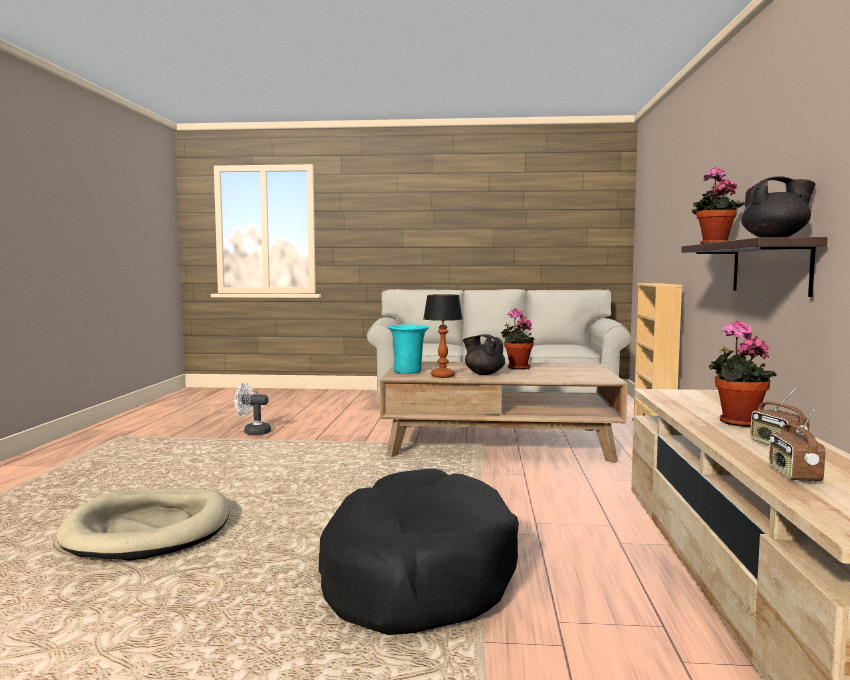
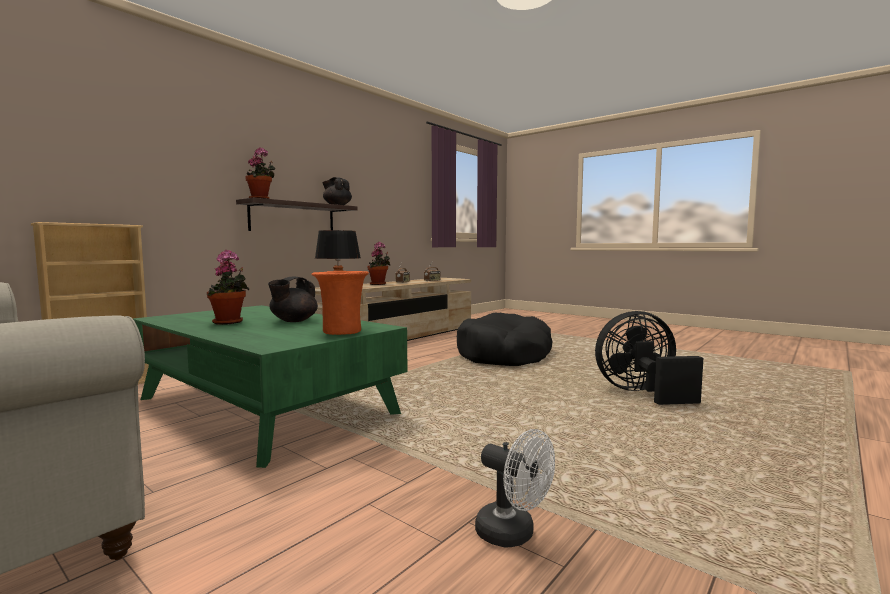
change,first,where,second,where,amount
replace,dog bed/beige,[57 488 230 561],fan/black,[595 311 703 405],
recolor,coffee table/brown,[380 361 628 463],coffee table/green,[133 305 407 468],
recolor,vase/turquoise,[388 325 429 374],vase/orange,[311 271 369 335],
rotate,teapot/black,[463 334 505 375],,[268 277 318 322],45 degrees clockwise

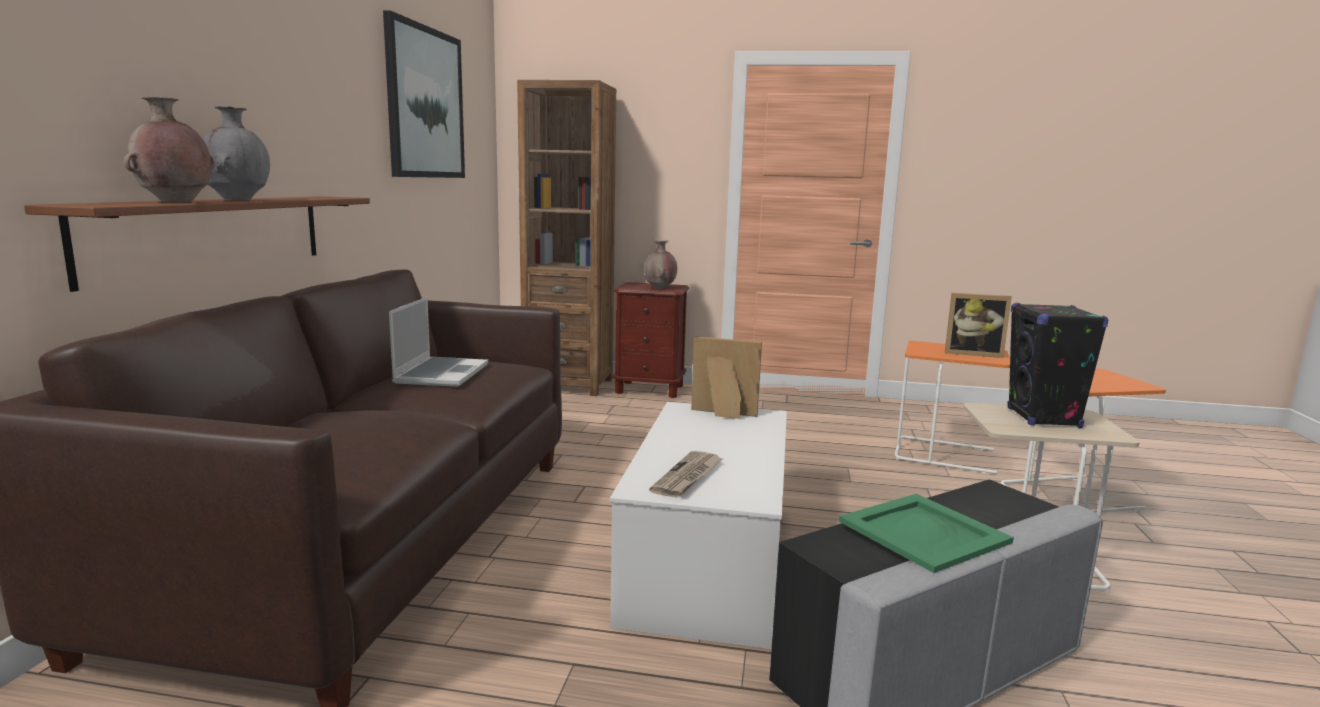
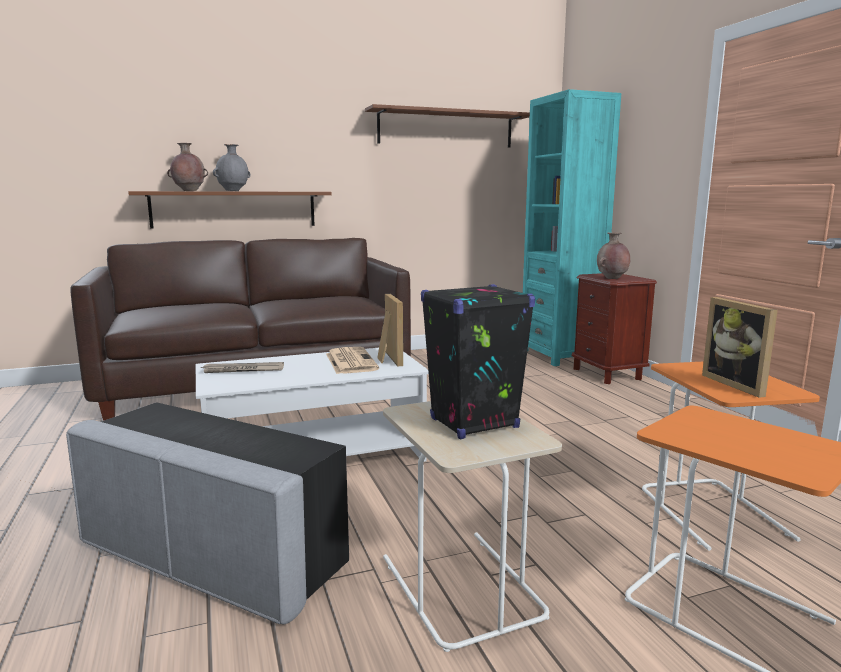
change,first,where,second,where,amount
replace,picture,[383 10 465 178],shelf/brown,[365 104 530 148],
delete,laptop,[389 297 488 387],,,
recolor,bookcase/brown,[517 80 616 396],bookcase/turquoise,[523 89 621 366],
delete,tray/green,[839 494 1014 573],,,
insert,,,newspaper,[326 347 379 374],

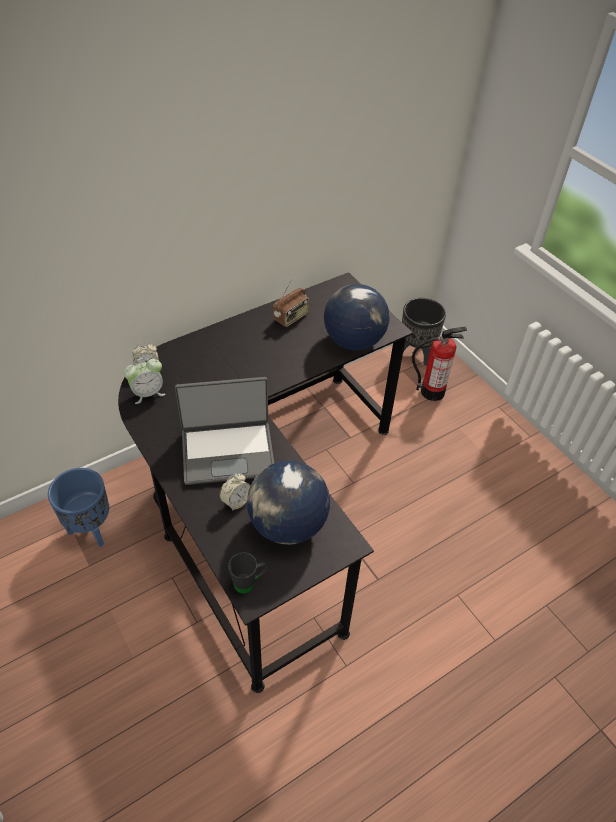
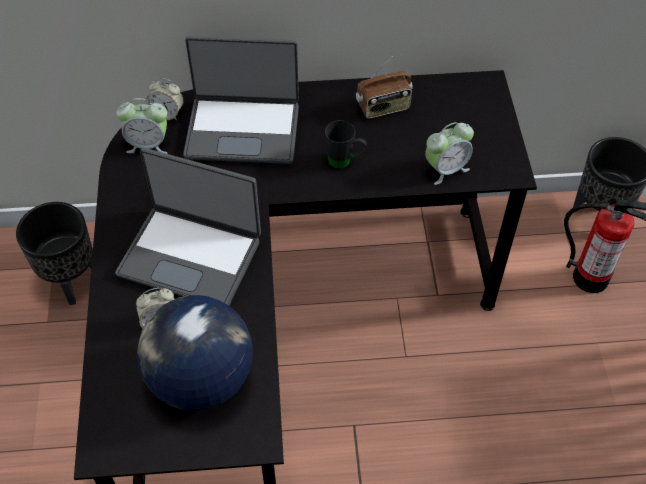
change,first,where,second,where,amount
recolor,planter/blue,[48 468 109 547],planter/black,[16 202 93 305],
move,mug/black,[228 552 268 594],,[325 120 367 169],
replace,globe,[324 284 390 350],alarm clock,[425 122 474 185],
insert,,,laptop,[183 36 299 164],

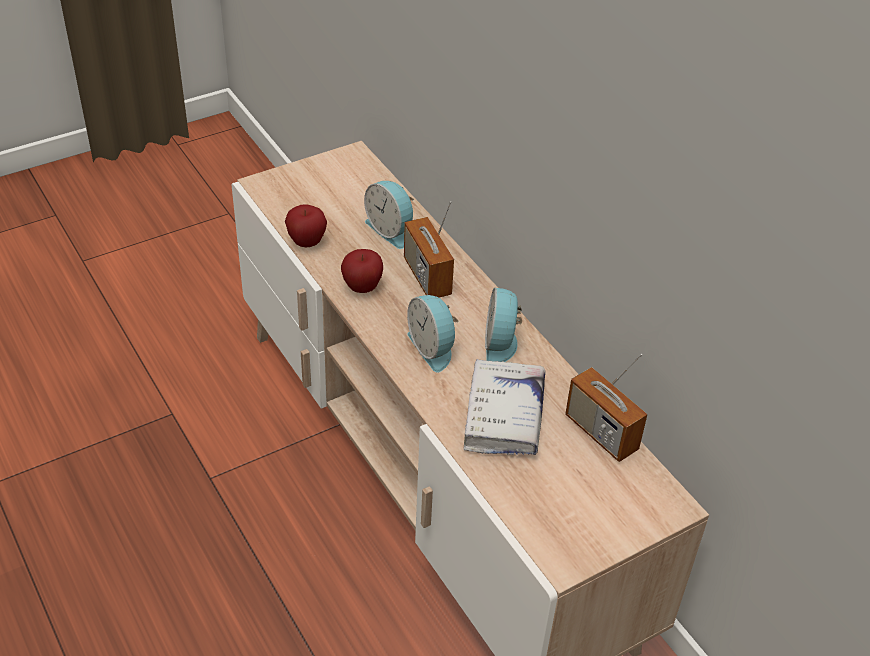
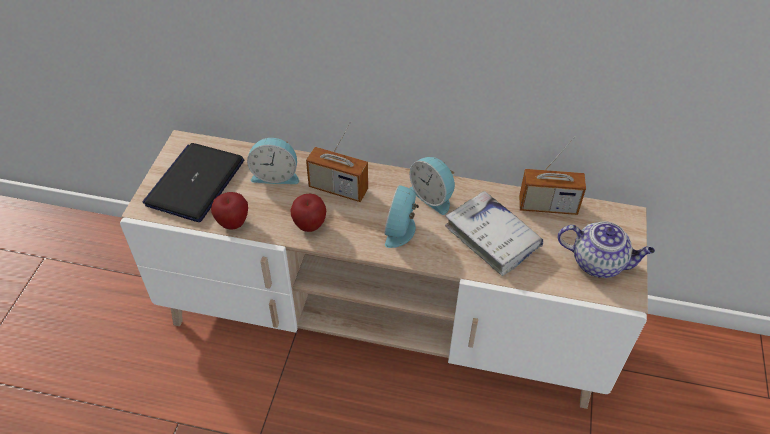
change,first,where,second,where,amount
rotate,alarm clock,[407 295 458 372],,[385 185 419 248],90 degrees clockwise
insert,,,laptop,[142 143 244 222],
insert,,,teapot,[558 222 655 278],

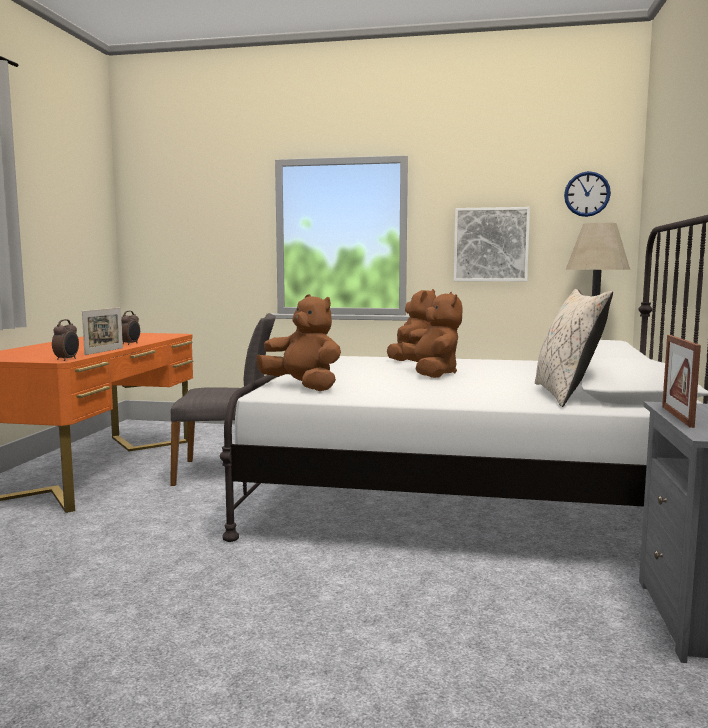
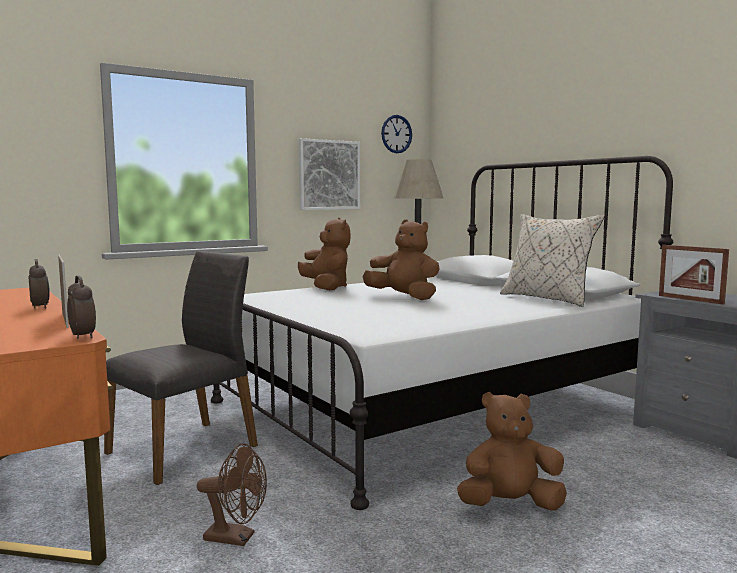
change,first,where,second,where,amount
move,plush toy/brown,[256 294 341 391],,[457 392 567 510],
insert,,,fan/brown,[197 443 267 546],

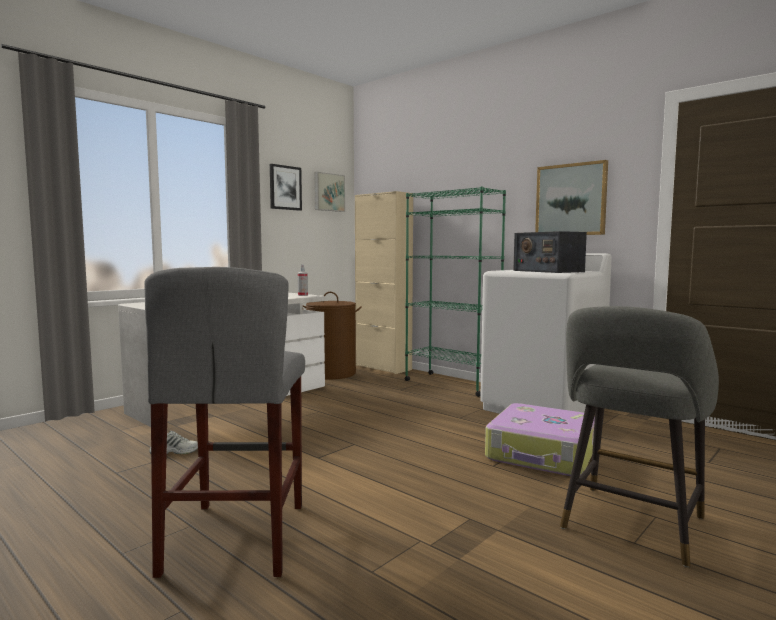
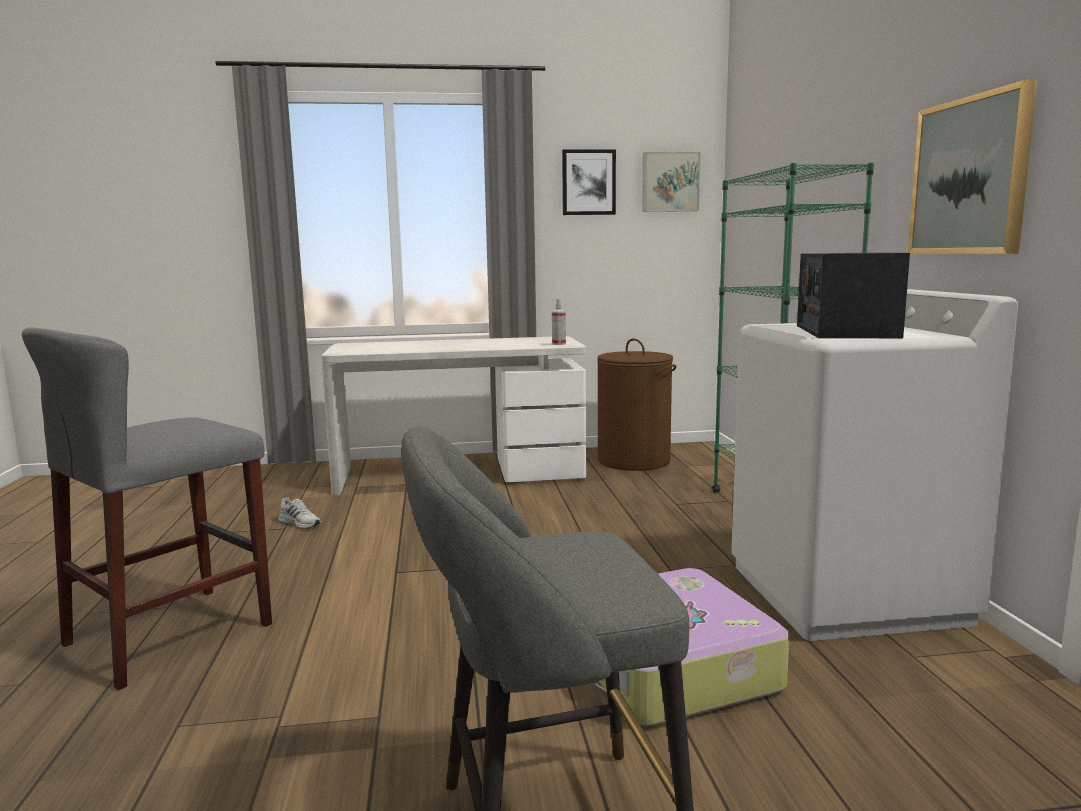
change,first,where,second,where,amount
delete,cabinet/beige,[355 191 413 374],,,

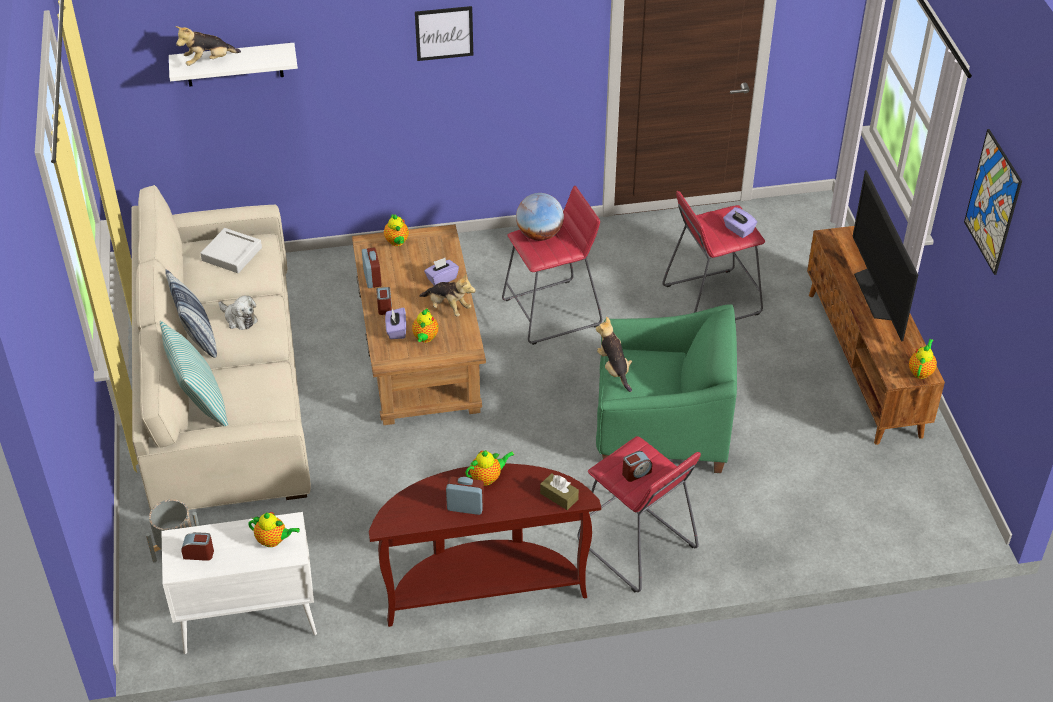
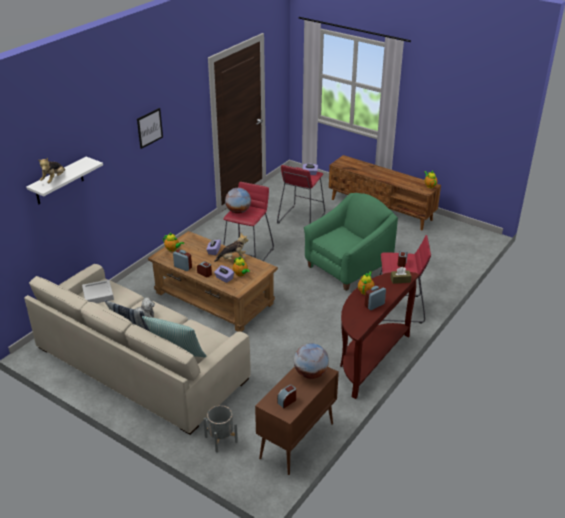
change,first,where,second,where,amount
recolor,cabinet/white,[161 512 317 654],cabinet/brown,[255 366 339 475],
replace,teapot,[248 512 300 547],globe,[294 343 329 379],
delete,plush toy,[596 317 632 392],,,
delete,television,[853 170 918 341],,,
delete,picture,[964 129 1022 275],,,

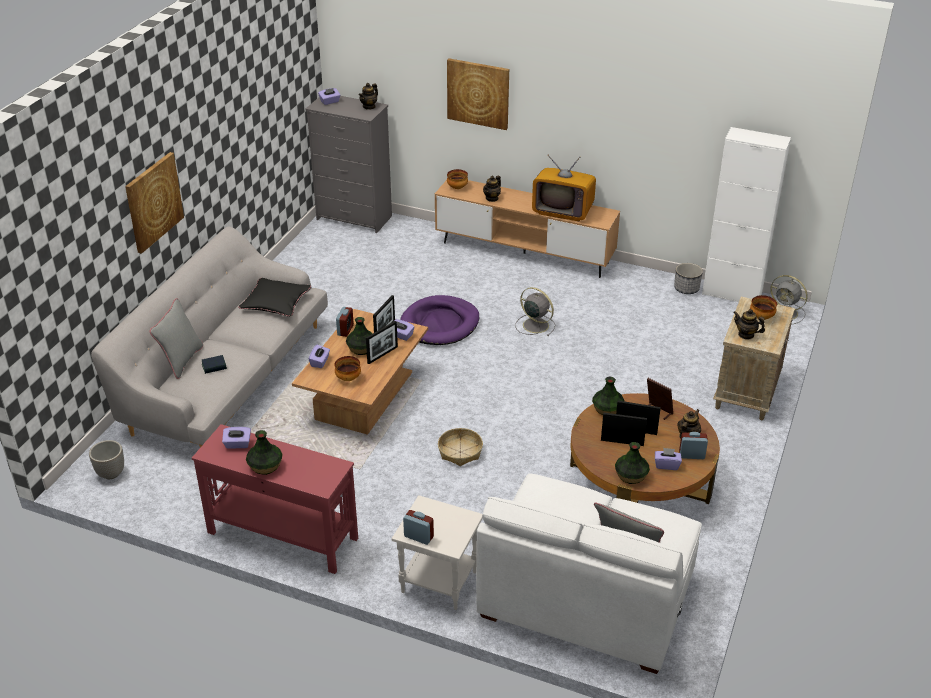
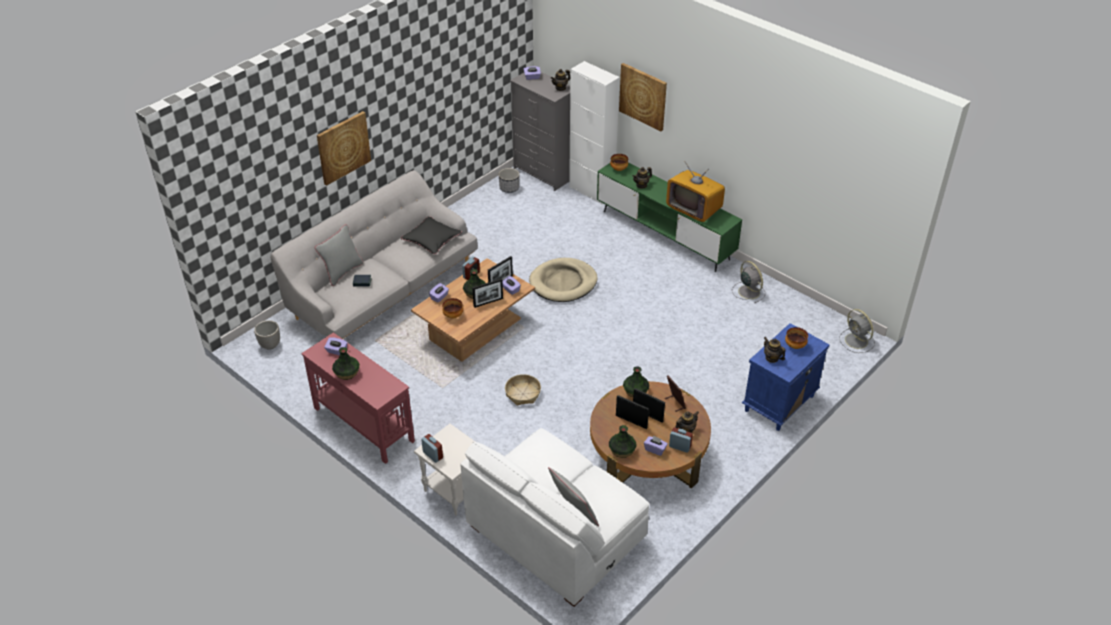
change,first,where,second,where,amount
recolor,dog bed/purple,[400 295 479 345],dog bed/beige,[529 258 598 302],
recolor,tv stand/brown,[435 180 620 278],tv stand/green,[597 162 742 272],
move,fan/grey,[515 287 555 336],,[732 261 765 304],
move,planter,[674 263 703 294],,[499 168 519 193],
move,cabinet/white,[702 127 791 302],,[569 61 620 205],
recolor,nightstand/beige,[713 297 795 420],nightstand/blue,[742 323 830 431],

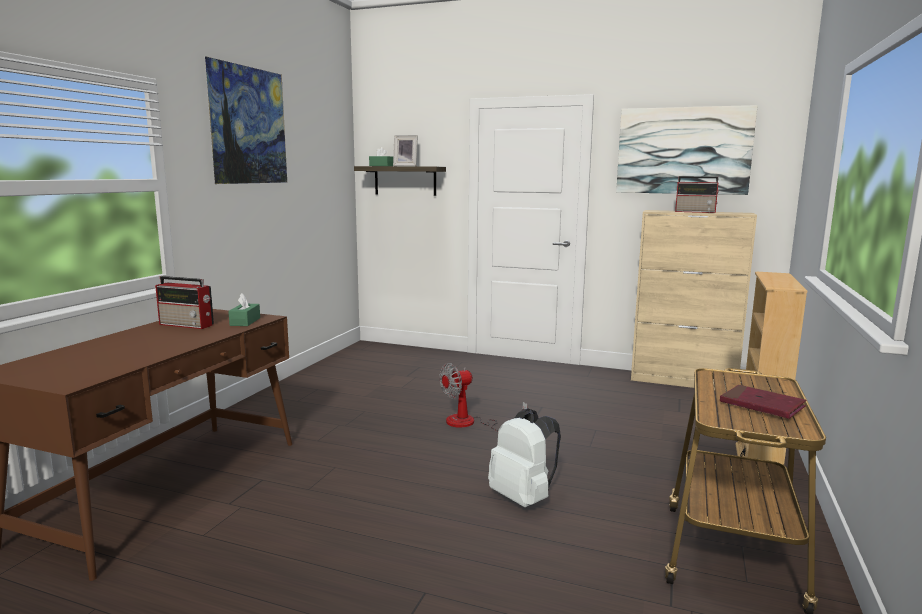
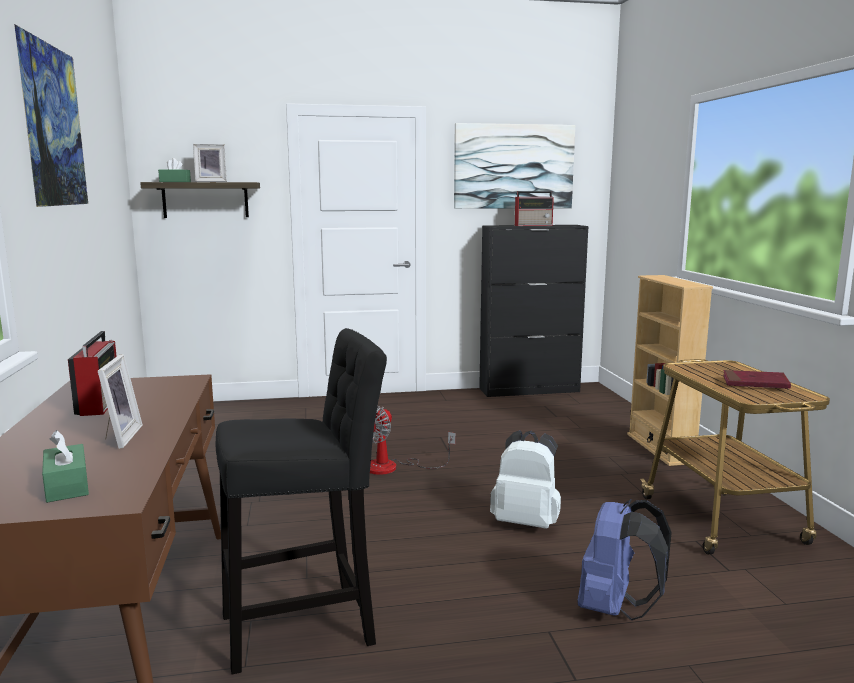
change,first,where,second,where,amount
rotate,radio,[155 276 214 329],,[68 331 117 416],90 degrees counterclockwise
move,tissue box/green,[228 293 260 326],,[42 430 89 503],
recolor,cabinet/beige,[631 210 757 390],cabinet/black,[479 225 589 397],
insert,,,picture frame,[98 354 143 449],
insert,,,stool/black,[216 328 387 674],
insert,,,backpack/blue,[578 499 672 620],

